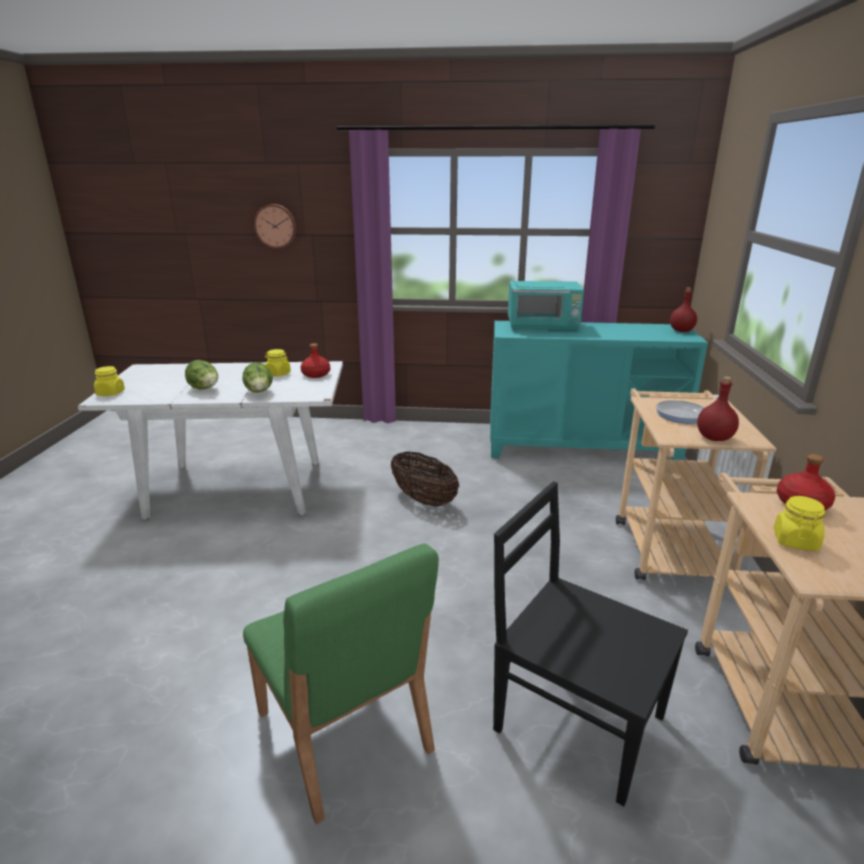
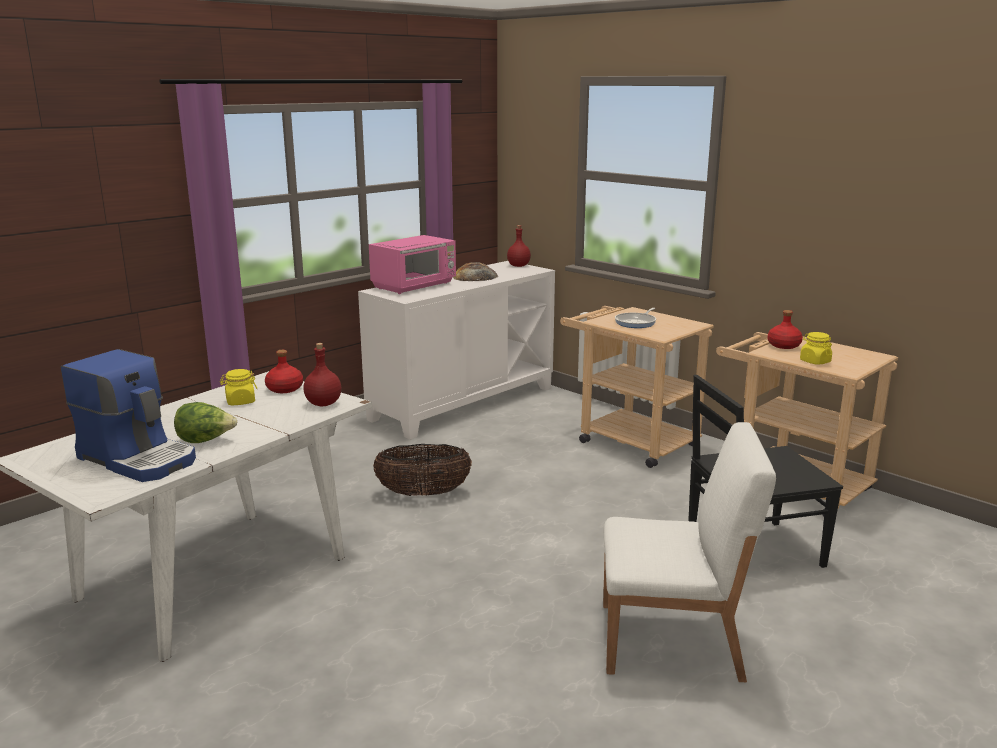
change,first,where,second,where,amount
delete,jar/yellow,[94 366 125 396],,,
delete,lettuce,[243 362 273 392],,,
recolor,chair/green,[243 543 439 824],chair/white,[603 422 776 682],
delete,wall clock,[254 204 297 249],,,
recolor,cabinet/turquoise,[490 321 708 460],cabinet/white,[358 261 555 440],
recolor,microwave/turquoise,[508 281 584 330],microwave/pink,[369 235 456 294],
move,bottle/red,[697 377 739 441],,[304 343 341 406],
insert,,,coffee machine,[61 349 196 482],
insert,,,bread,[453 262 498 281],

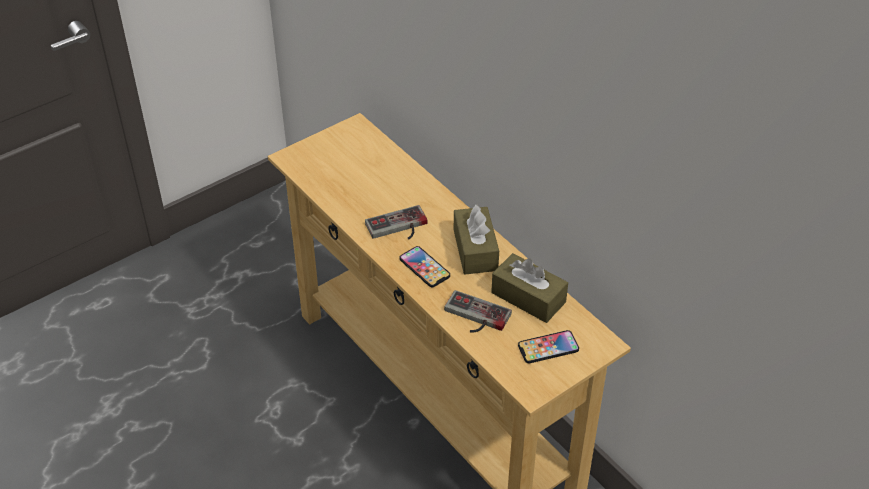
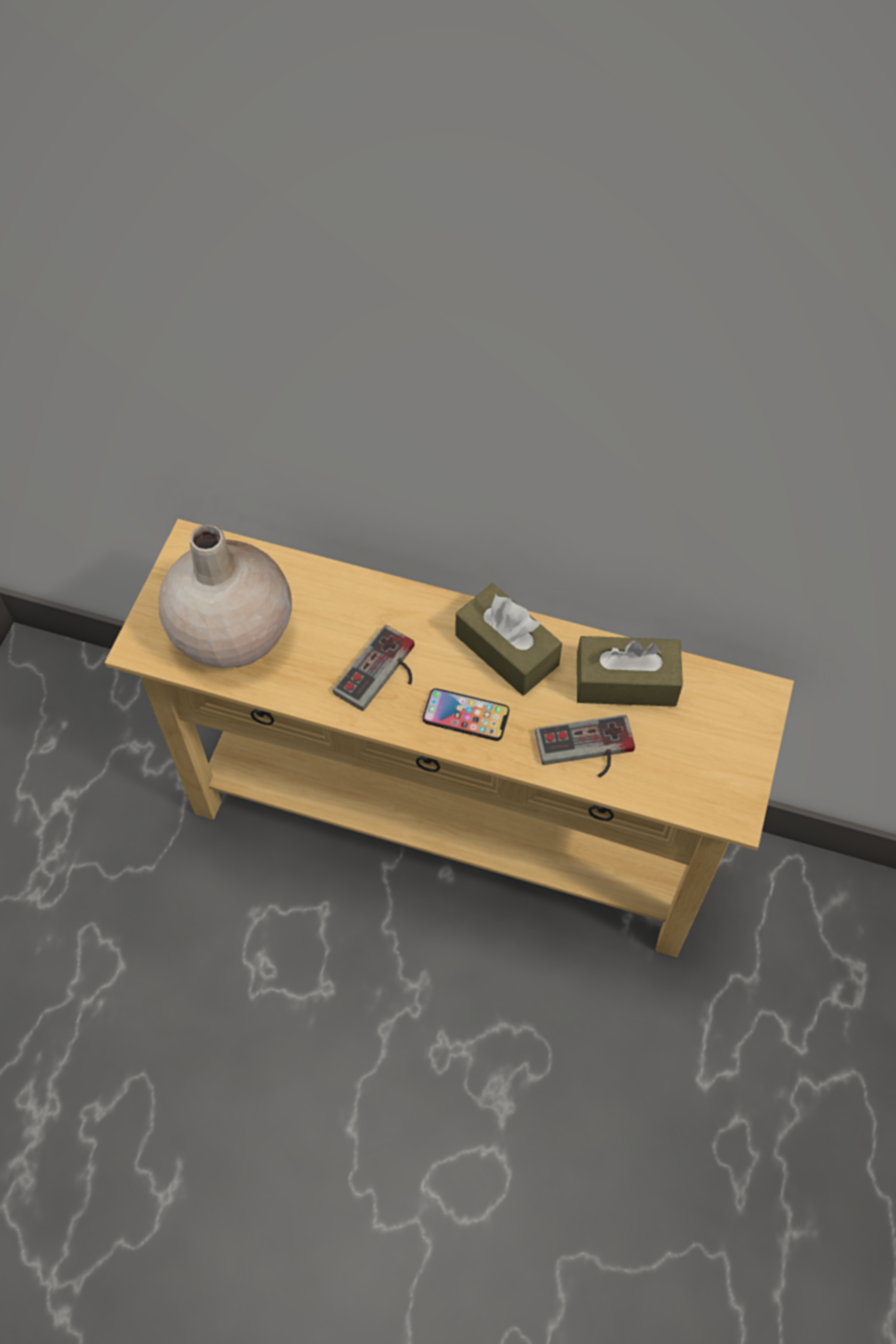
change,first,where,second,where,amount
delete,phone,[518 330 579 363],,,
insert,,,vase/beige,[159 525 292 668],

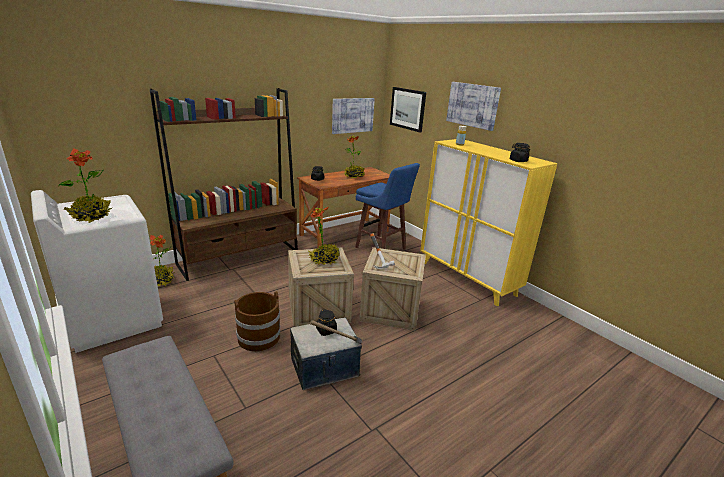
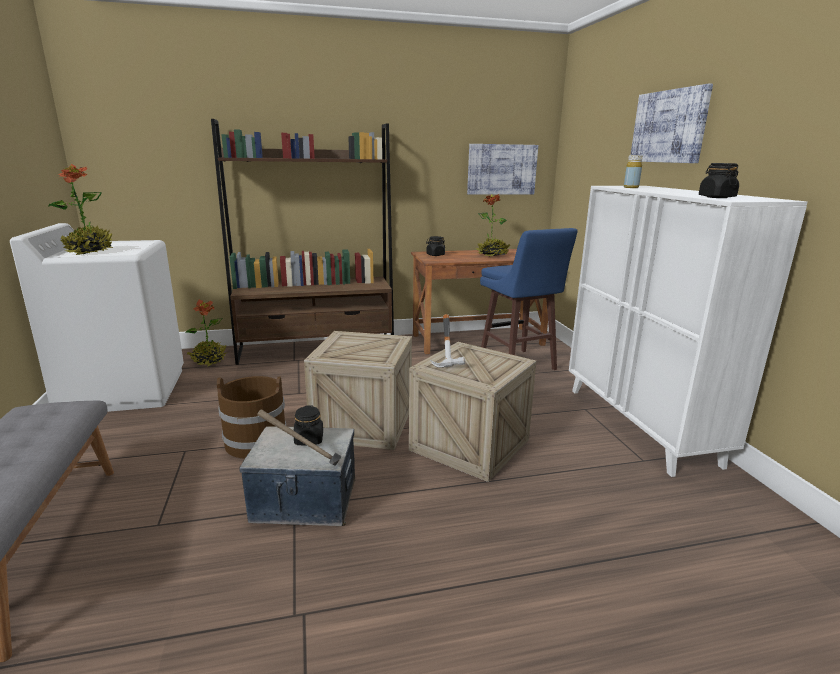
change,first,where,second,where,amount
delete,potted plant,[308 207 340 265],,,
delete,picture,[390 87 426 132],,,
recolor,cabinet/yellow,[420 139 557 306],cabinet/white,[569 186 807 477],

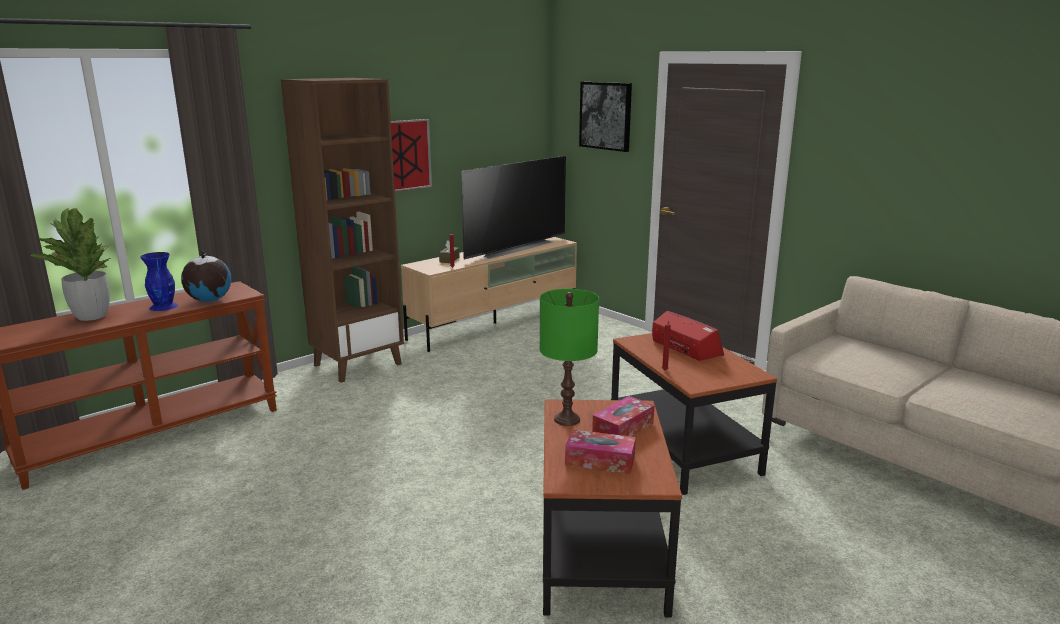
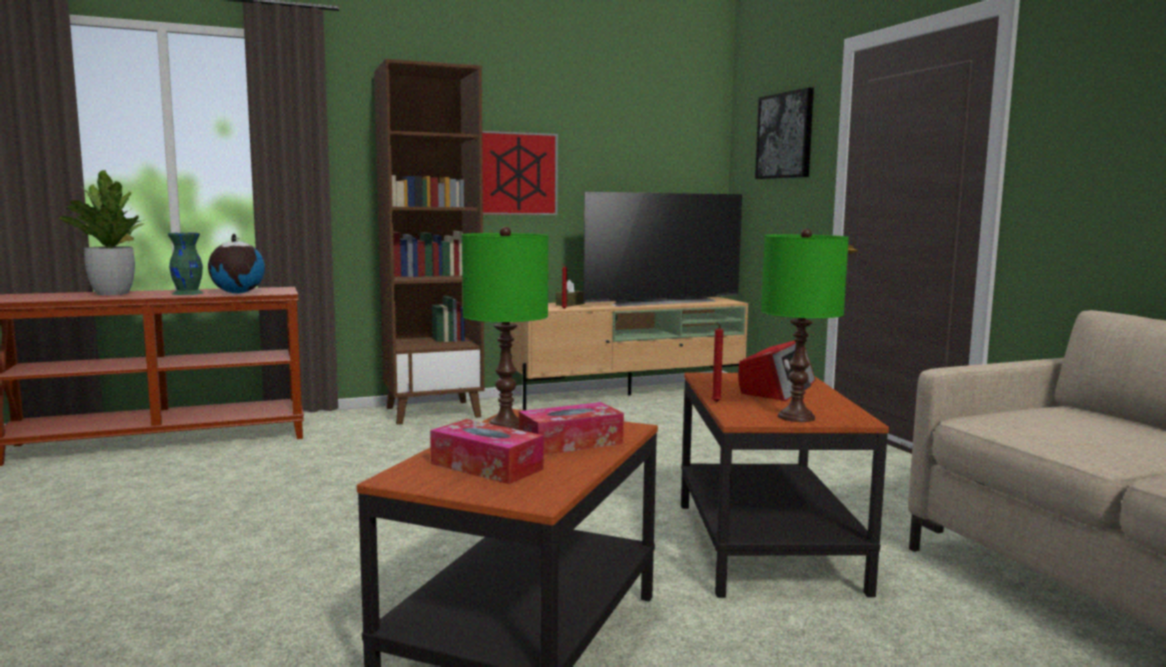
change,first,where,second,where,amount
recolor,vase/blue,[140 252 178 311],vase/green,[168 233 204 295],
rotate,radio,[652 311 724 361],,[738 341 815 401],45 degrees clockwise
insert,,,table lamp/green,[761 229 849 422],

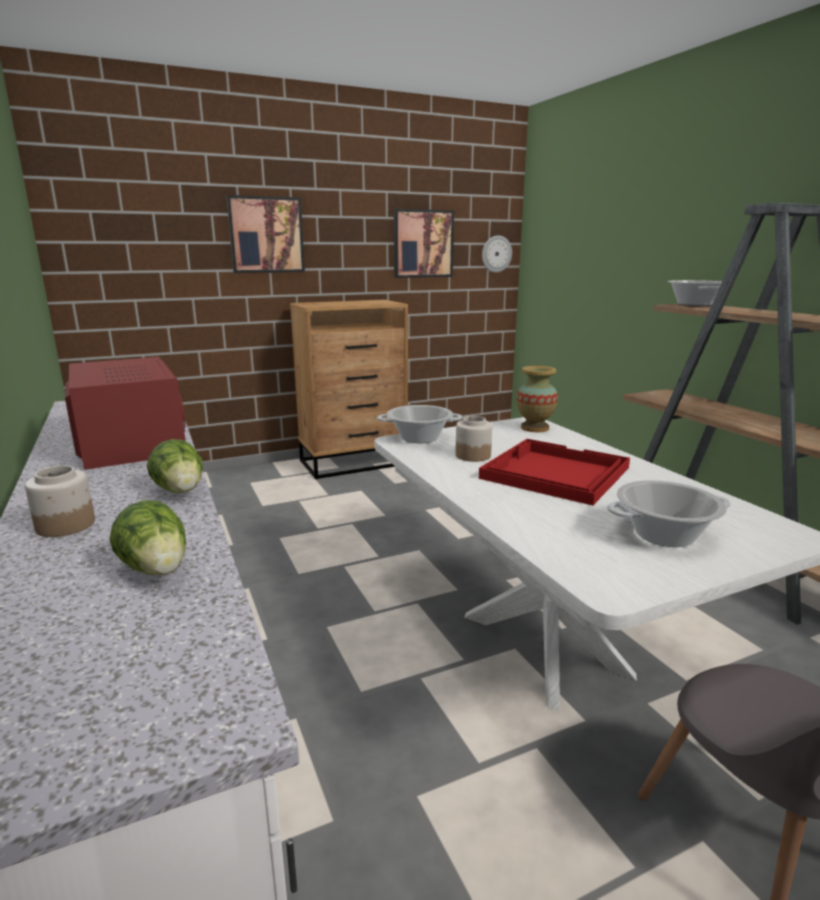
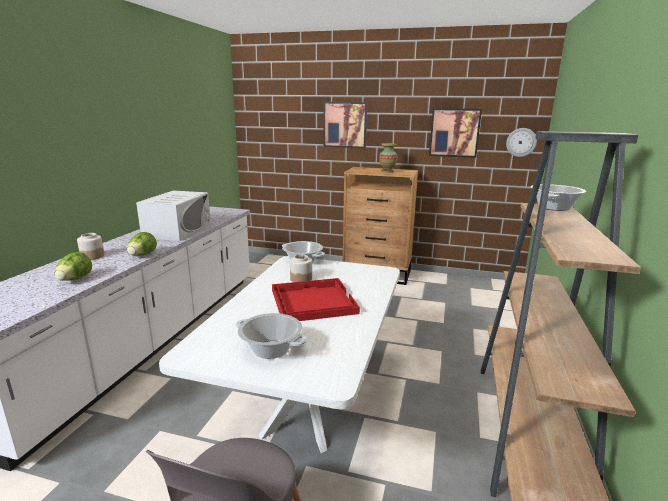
change,first,where,second,where,amount
recolor,microwave/red,[65 357 186 470],microwave/white,[136 191 211 241],
move,vase,[517 366 558 432],,[379 143 398 173],

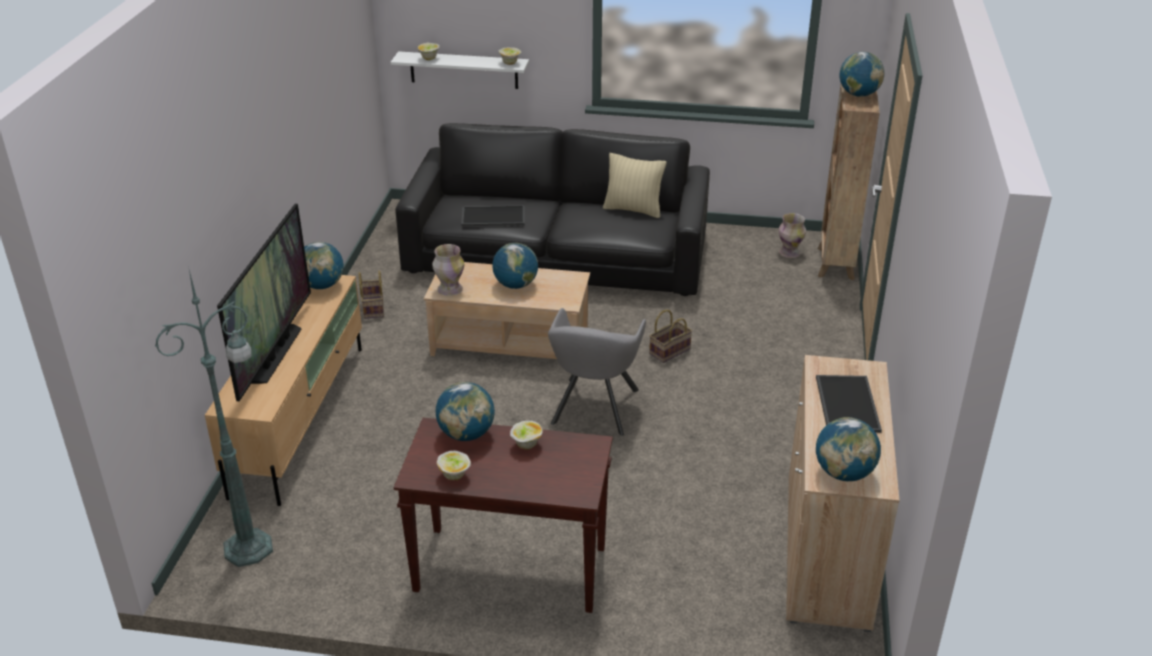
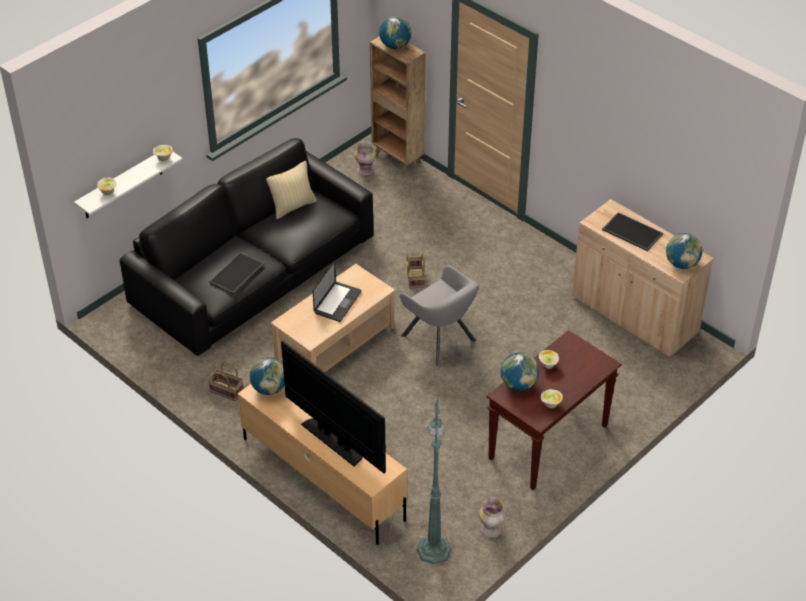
change,first,where,second,where,amount
move,vase,[432 244 464 296],,[479 497 506 537],
replace,globe,[492 243 538 289],laptop,[313 261 362 322],

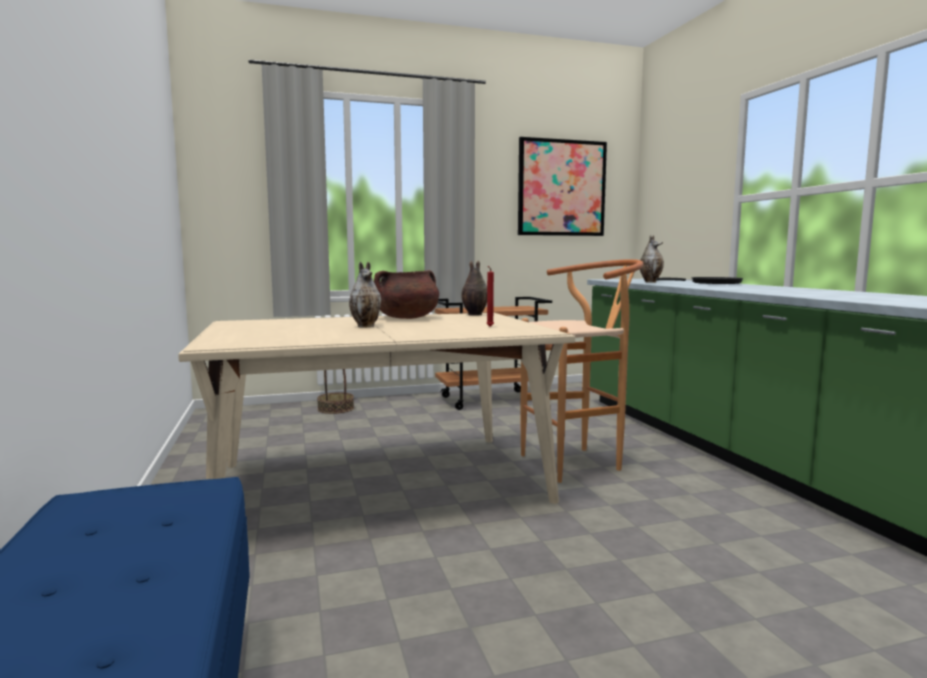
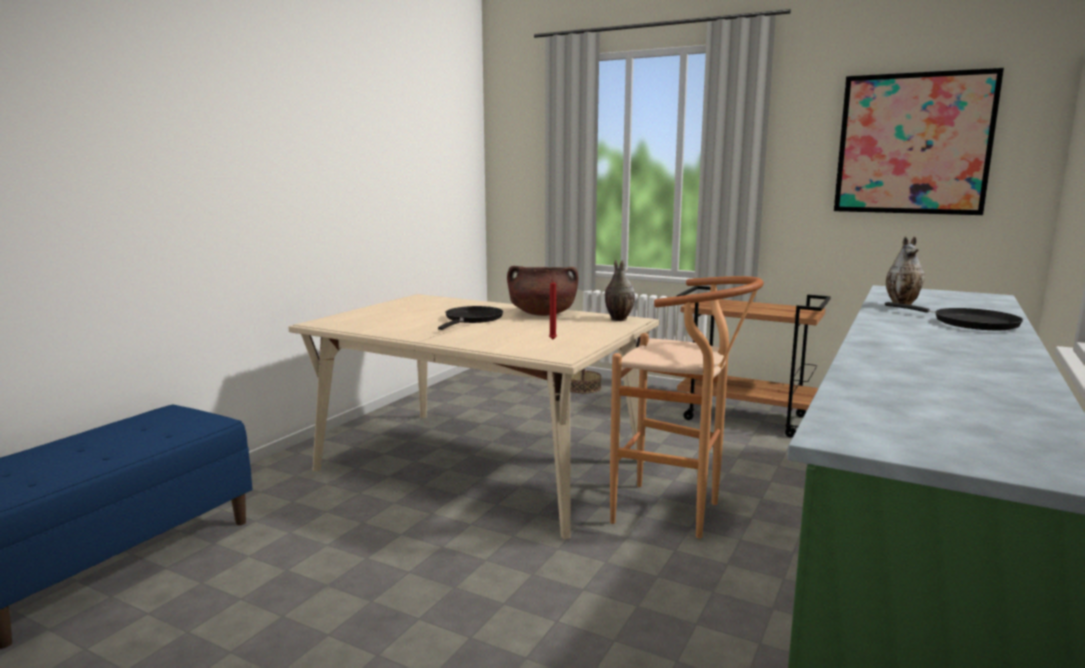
change,first,where,second,where,amount
replace,vase,[349 262 382 328],frying pan/black,[438 306 503 330],

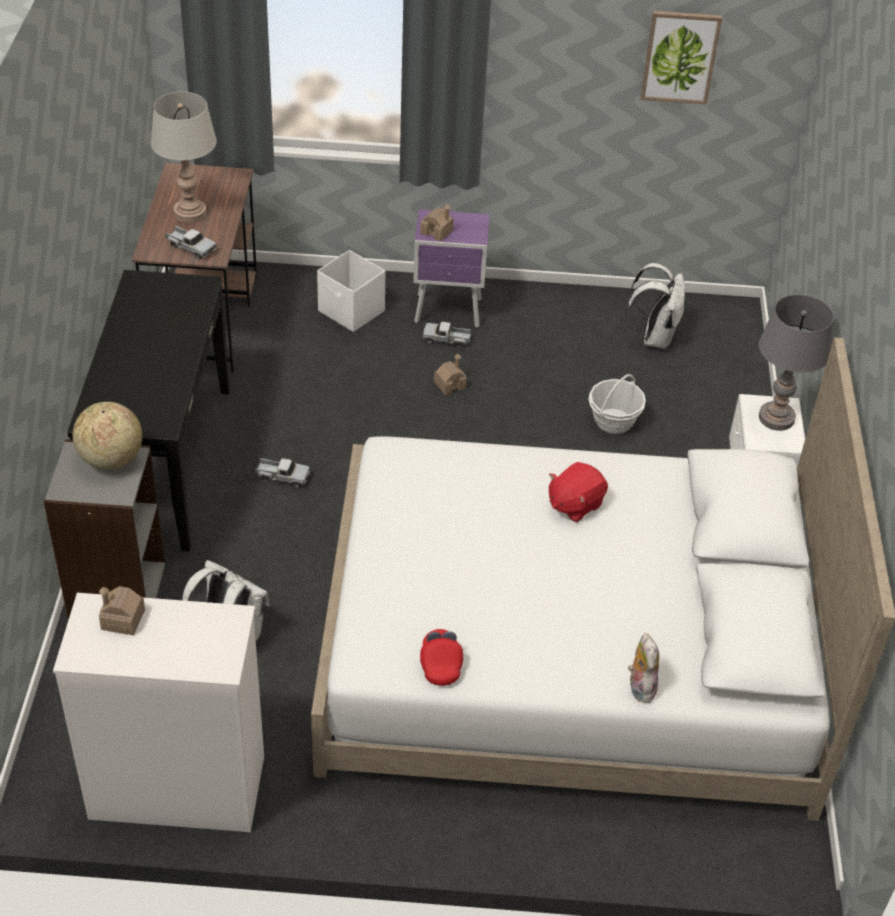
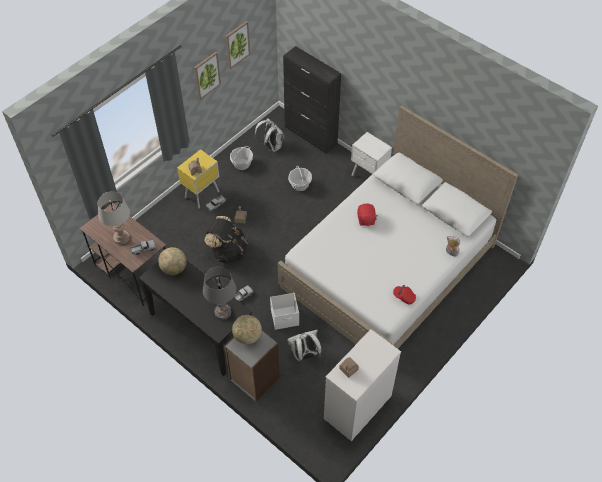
change,first,where,second,where,amount
move,storage box/white,[317 250 385 332],,[270 293 299 330],
recolor,nightstand/purple,[413 209 490 328],nightstand/yellow,[177 149 219 208],
move,table lamp/grey,[759 295 834 431],,[203 267 236 320],
insert,,,globe,[158 247 187 275],
insert,,,picture,[194 52 221 100],
insert,,,backpack/black,[205 216 248 264],
insert,,,basket,[230 146 253 170],
insert,,,cabinet/black,[283 46 341 154],

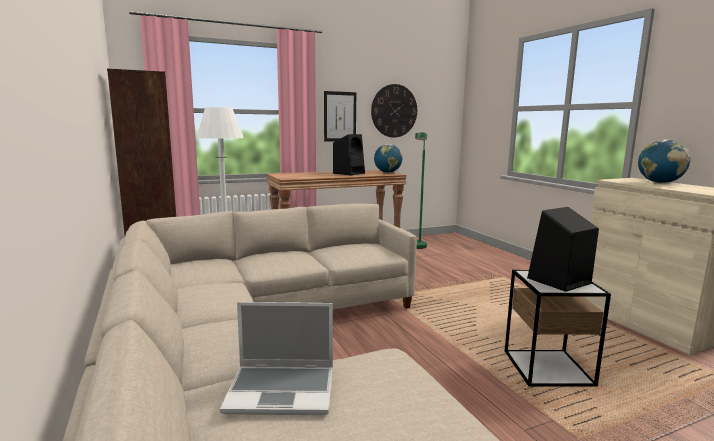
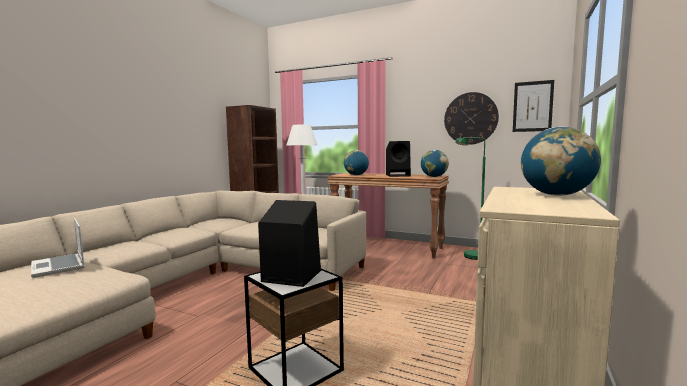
change,first,where,second,where,amount
move,picture,[324 91 356 142],,[513 80 554 132],
insert,,,globe,[344 150 369 175],

